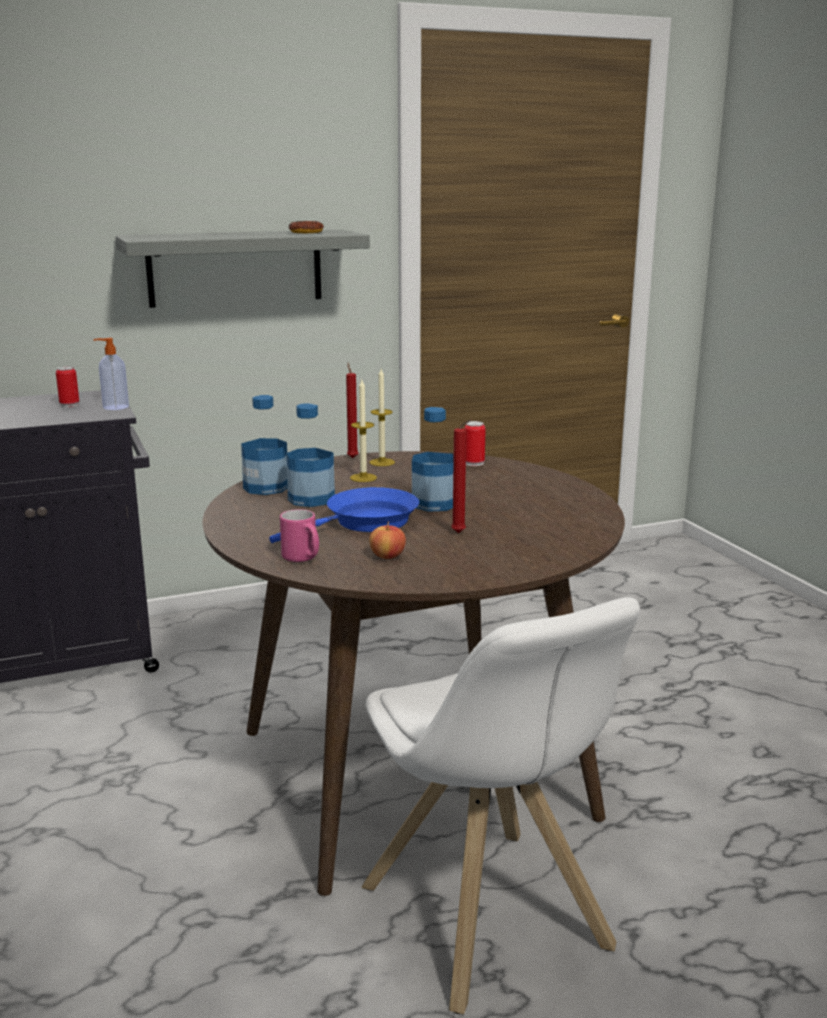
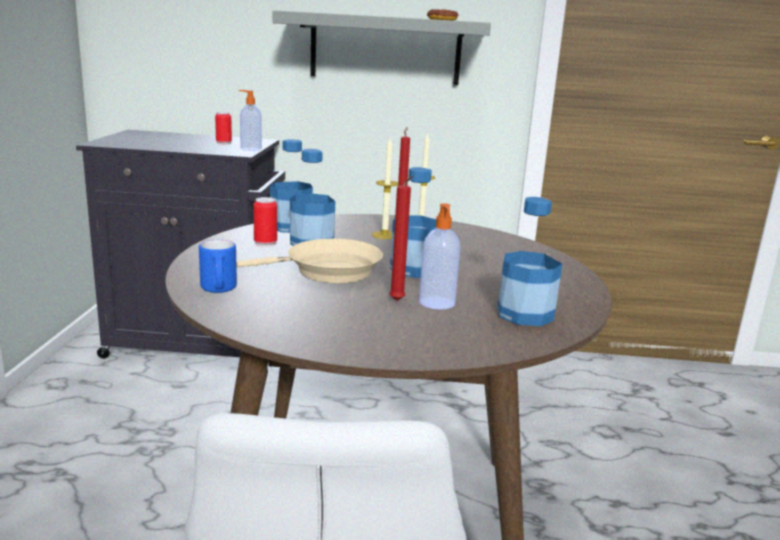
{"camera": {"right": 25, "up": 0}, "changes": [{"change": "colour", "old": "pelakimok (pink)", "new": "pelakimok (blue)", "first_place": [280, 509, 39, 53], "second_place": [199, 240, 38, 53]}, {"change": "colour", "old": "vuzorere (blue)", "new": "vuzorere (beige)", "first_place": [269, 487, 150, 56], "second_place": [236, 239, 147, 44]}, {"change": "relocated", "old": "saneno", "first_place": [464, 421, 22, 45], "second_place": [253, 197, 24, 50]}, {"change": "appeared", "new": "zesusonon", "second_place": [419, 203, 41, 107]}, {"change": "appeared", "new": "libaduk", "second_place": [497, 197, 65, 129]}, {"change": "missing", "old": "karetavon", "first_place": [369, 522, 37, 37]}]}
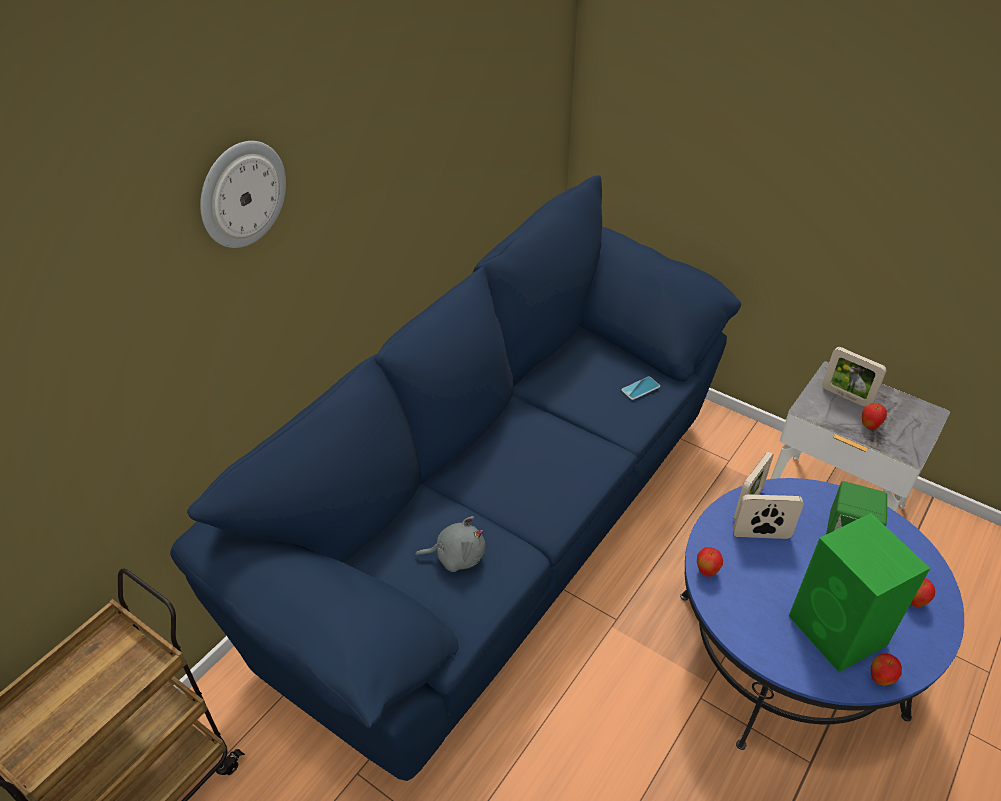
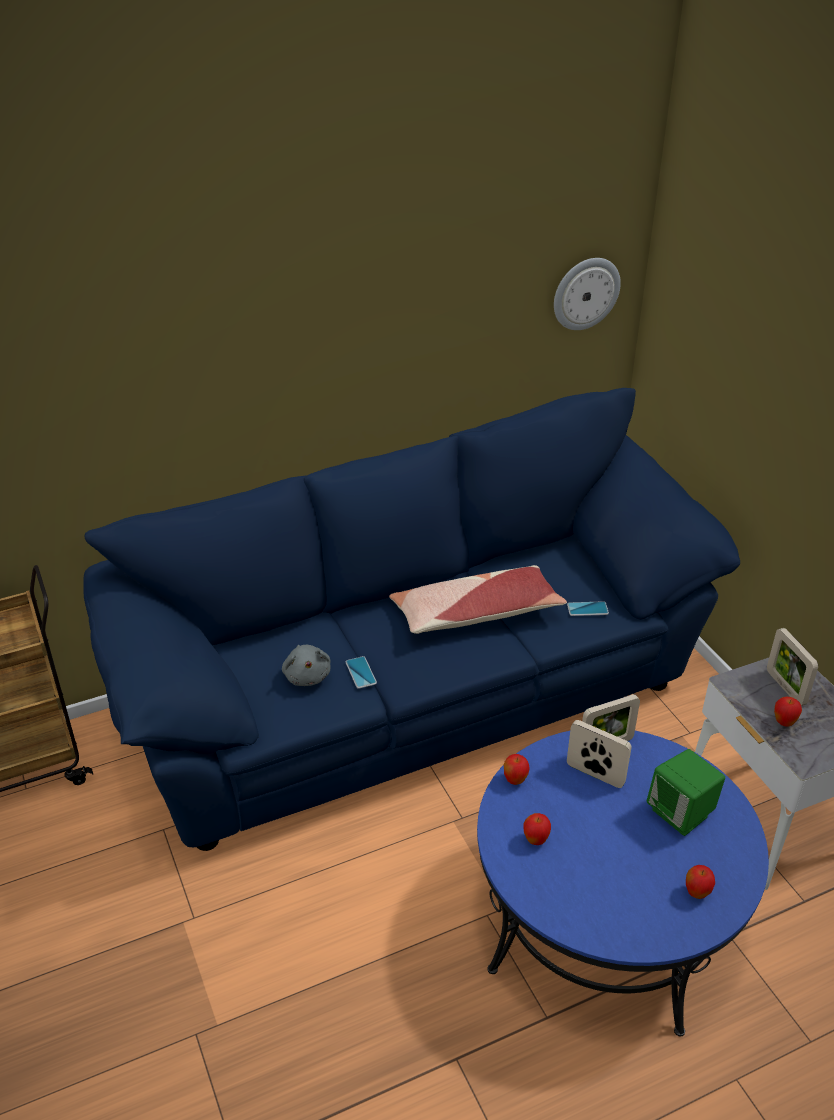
{"camera": {"right": 30, "up": -5}, "changes": [{"change": "spun", "old": "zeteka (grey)", "first_place": [415, 516, 70, 56], "second_place": [282, 645, 49, 41], "degrees": 45}, {"change": "appeared", "new": "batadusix", "second_place": [346, 656, 31, 33]}, {"change": "appeared", "new": "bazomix", "second_place": [389, 565, 178, 69]}, {"change": "relocated", "old": "karetavon", "first_place": [871, 653, 31, 33], "second_place": [523, 813, 28, 32]}, {"change": "relocated", "old": "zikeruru", "first_place": [200, 141, 86, 107], "second_place": [554, 258, 67, 72]}, {"change": "missing", "old": "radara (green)", "first_place": [789, 513, 141, 159]}]}
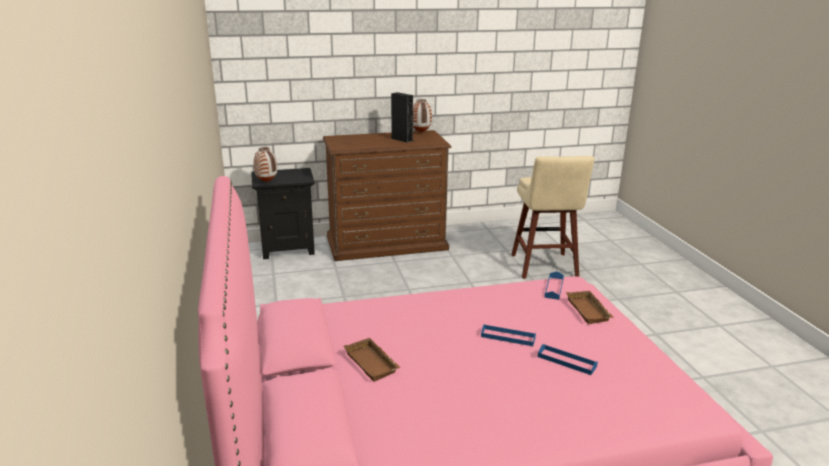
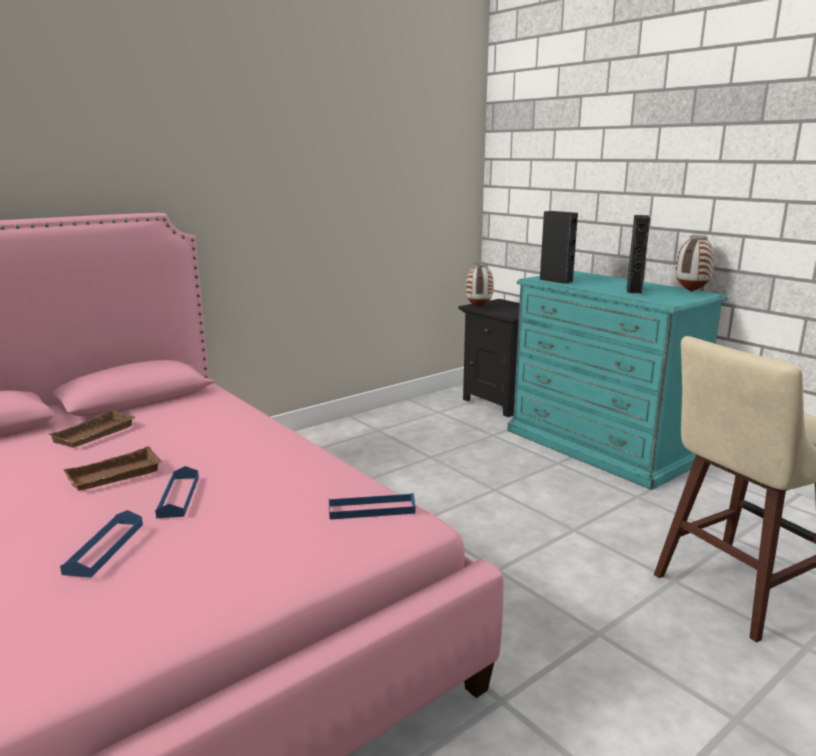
{"camera": {"right": 65, "up": -5}, "changes": [{"change": "relocated", "old": "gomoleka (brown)", "first_place": [566, 291, 48, 33], "second_place": [63, 446, 99, 45]}, {"change": "colour", "old": "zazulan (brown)", "new": "zazulan (turquoise)", "first_place": [323, 130, 128, 131], "second_place": [507, 271, 221, 219]}, {"change": "appeared", "new": "radara (black)", "second_place": [539, 211, 39, 73]}]}
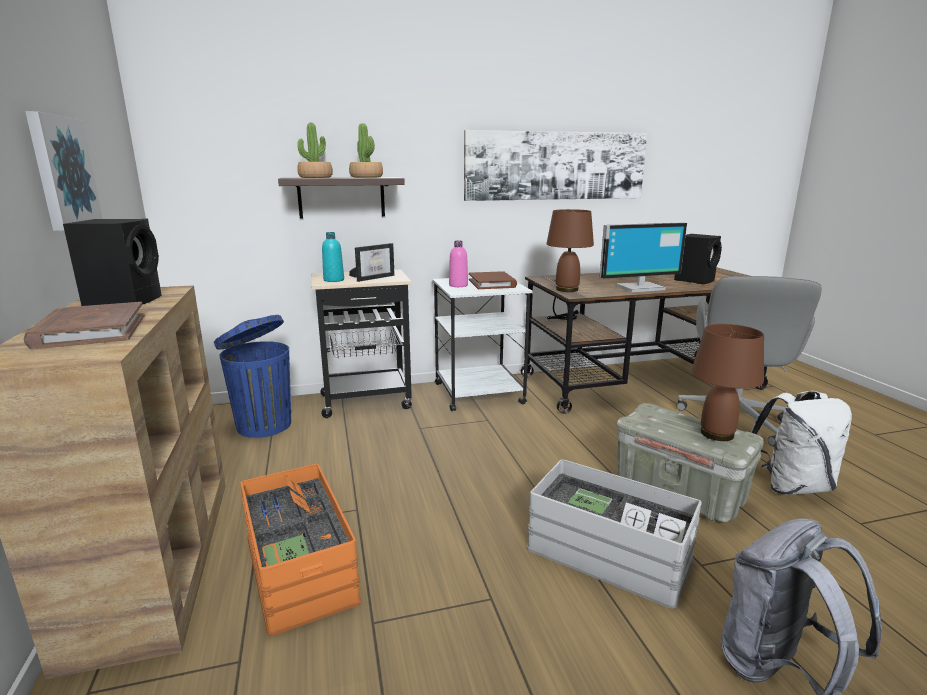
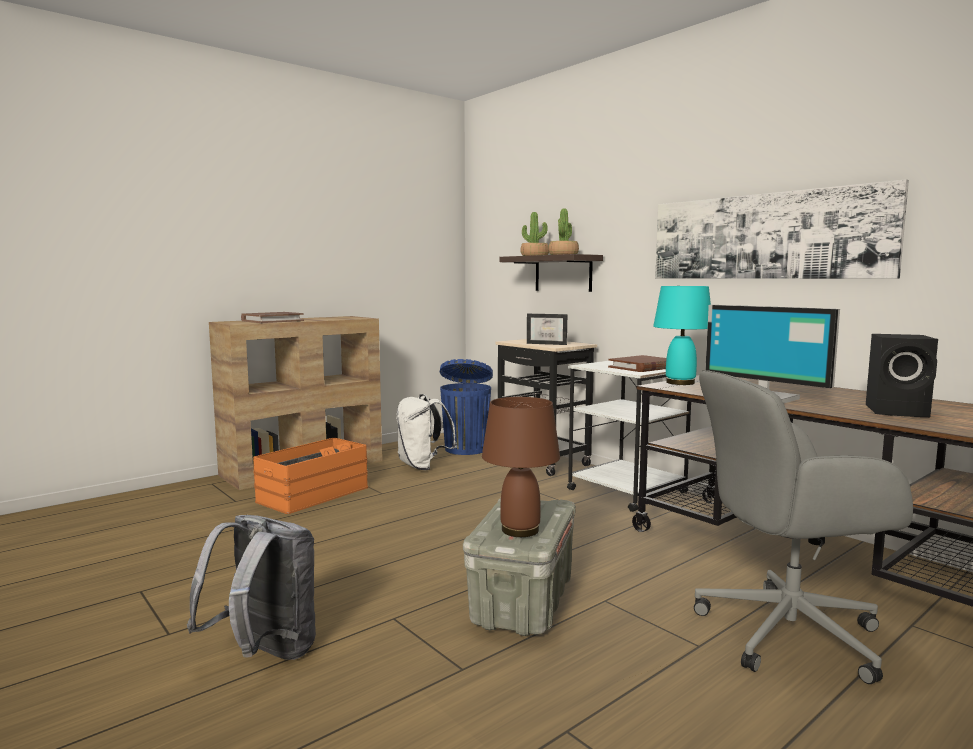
{"camera": {"right": 65, "up": -10}, "changes": [{"change": "relocated", "old": "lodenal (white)", "first_place": [751, 390, 101, 105], "second_place": [396, 394, 61, 76]}, {"change": "colour", "old": "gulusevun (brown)", "new": "gulusevun (turquoise)", "first_place": [546, 209, 48, 83], "second_place": [653, 286, 58, 99]}, {"change": "missing", "old": "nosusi", "first_place": [25, 111, 78, 120]}, {"change": "missing", "old": "radara (black)", "first_place": [63, 219, 99, 87]}, {"change": "missing", "old": "libaduk (turquoise)", "first_place": [322, 232, 22, 50]}, {"change": "missing", "old": "libaduk (pink)", "first_place": [449, 241, 19, 46]}, {"change": "missing", "old": "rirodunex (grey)", "first_place": [527, 459, 175, 150]}]}
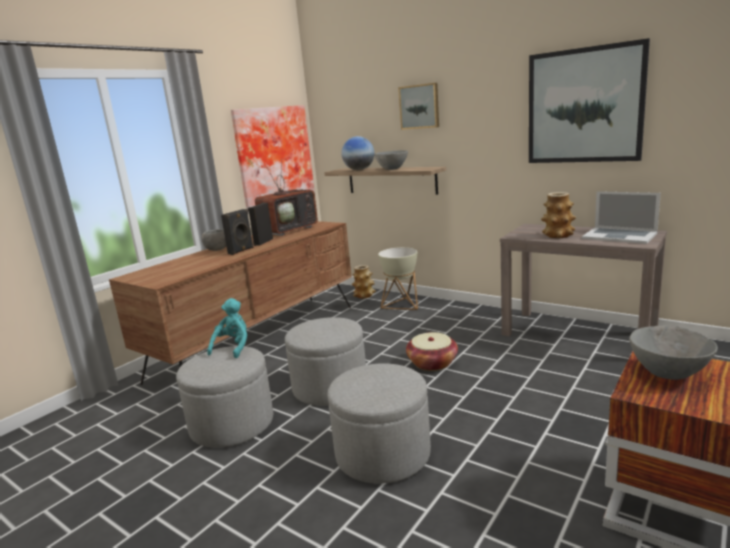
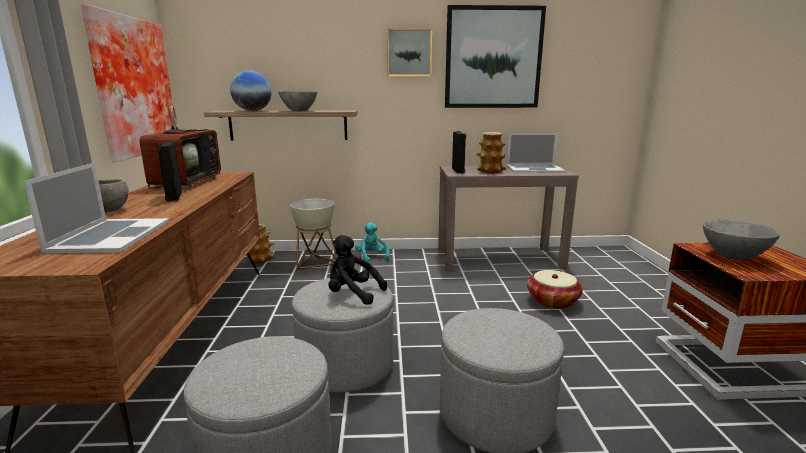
{"camera": {"right": -40, "up": 0}, "changes": [{"change": "appeared", "new": "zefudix", "second_place": [24, 163, 145, 90]}, {"change": "appeared", "new": "zeteka (black)", "second_place": [328, 235, 59, 70]}, {"change": "relocated", "old": "zeteka (turquoise)", "first_place": [207, 298, 40, 60], "second_place": [355, 222, 34, 41]}, {"change": "relocated", "old": "nosusi", "first_place": [398, 83, 41, 47], "second_place": [387, 28, 45, 48]}, {"change": "relocated", "old": "radara (black)", "first_place": [221, 209, 33, 46], "second_place": [452, 131, 14, 42]}, {"change": "relocated", "old": "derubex", "first_place": [406, 332, 52, 39], "second_place": [527, 270, 56, 39]}]}
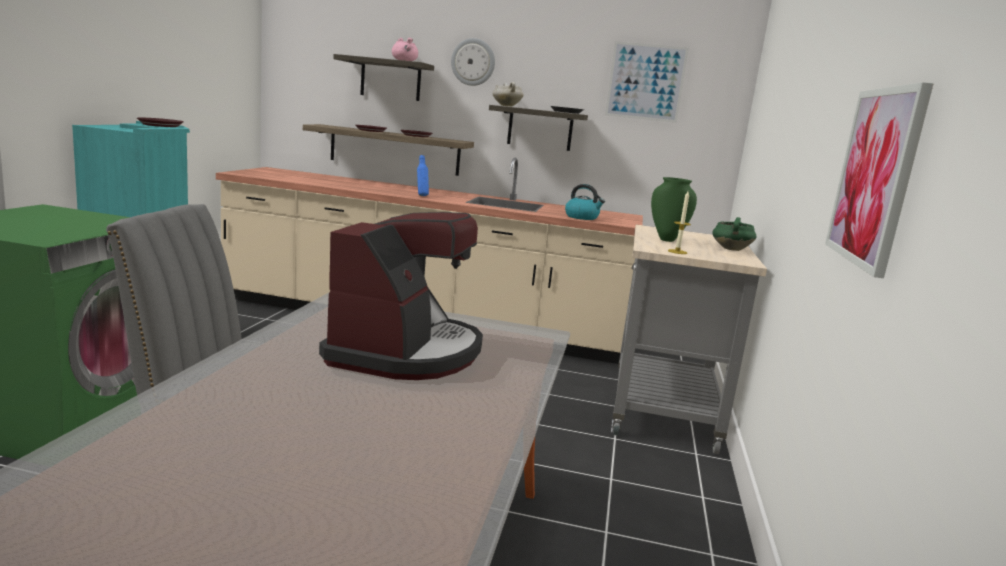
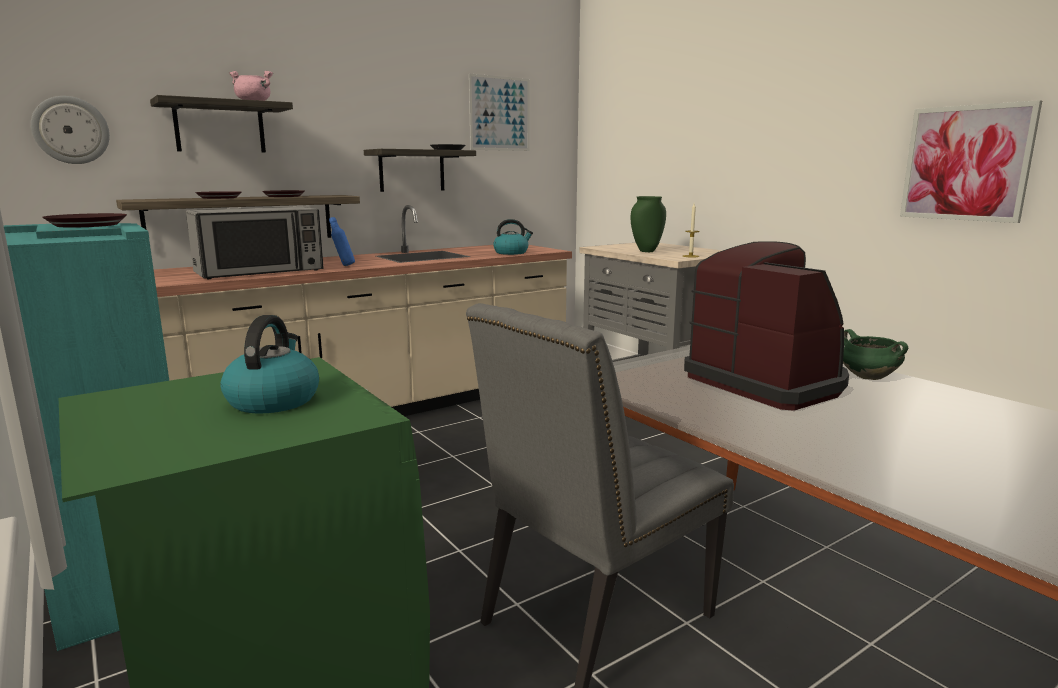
{"camera": {"right": -45, "up": 0}, "changes": [{"change": "relocated", "old": "zikeruru", "first_place": [451, 38, 44, 48], "second_place": [31, 96, 79, 68]}, {"change": "appeared", "new": "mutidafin", "second_place": [186, 207, 138, 72]}, {"change": "appeared", "new": "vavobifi", "second_place": [220, 315, 99, 99]}, {"change": "relocated", "old": "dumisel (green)", "first_place": [712, 217, 45, 34], "second_place": [843, 329, 65, 51]}, {"change": "missing", "old": "dumisel (white)", "first_place": [492, 82, 32, 25]}]}
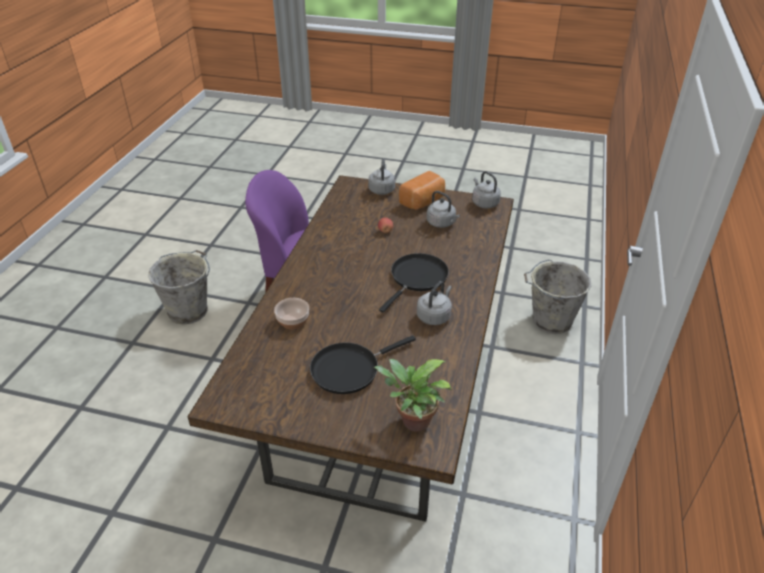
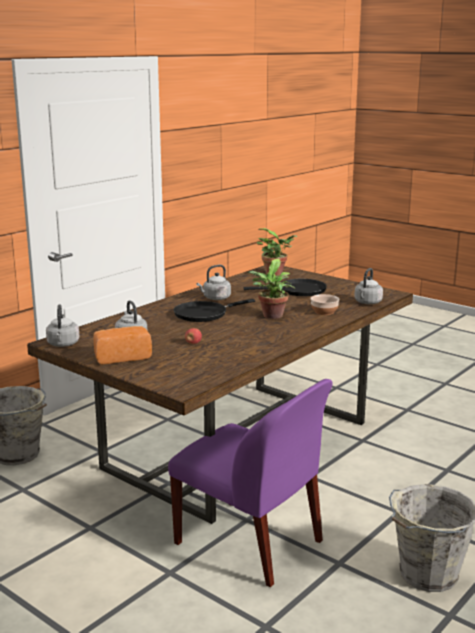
{"camera": {"right": -155, "up": -20}, "changes": [{"change": "appeared", "new": "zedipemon", "second_place": [248, 259, 47, 60]}, {"change": "relocated", "old": "vavobifi (grey)", "first_place": [368, 158, 27, 37], "second_place": [354, 268, 29, 36]}]}
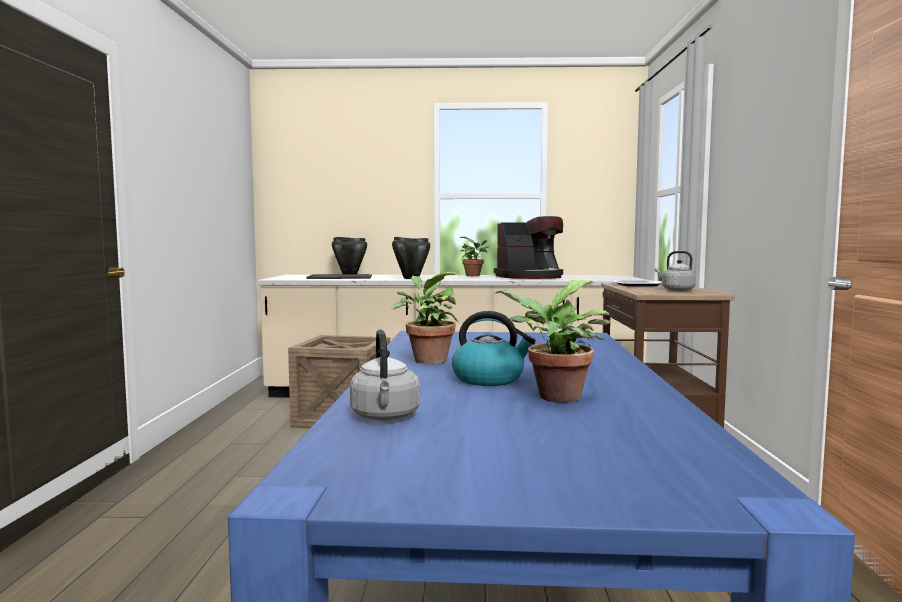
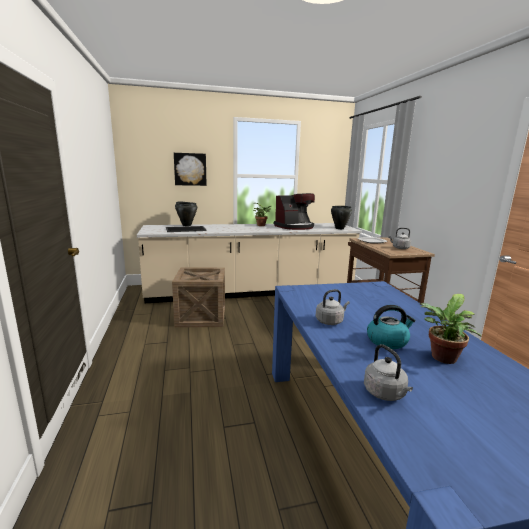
{"camera": {"right": -15, "up": 10}, "changes": [{"change": "appeared", "new": "nosusi", "second_place": [174, 153, 33, 33]}, {"change": "exchanged", "old": "zedipemon", "new": "vavobifi (grey)", "first_place": [392, 271, 67, 93], "second_place": [316, 289, 34, 36]}, {"change": "relocated", "old": "dumisel (black)", "first_place": [392, 237, 38, 42], "second_place": [331, 206, 21, 23]}]}
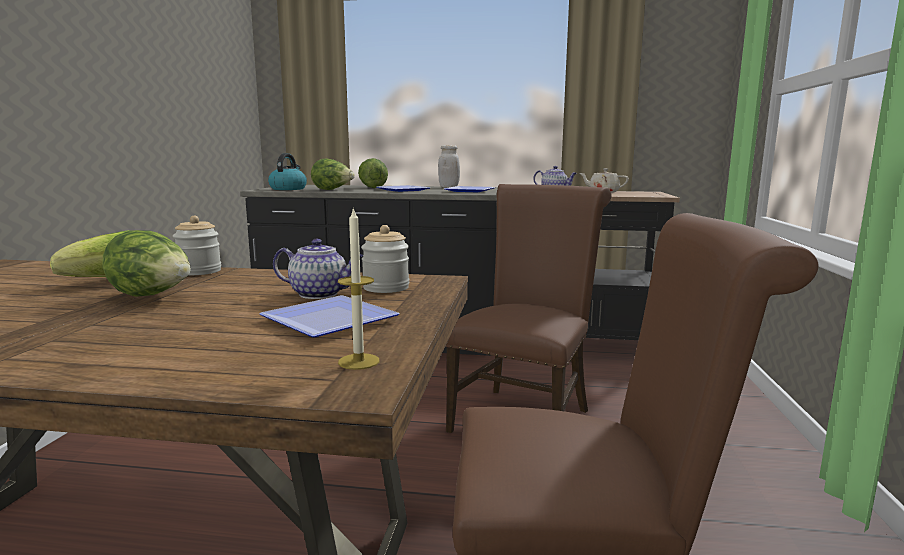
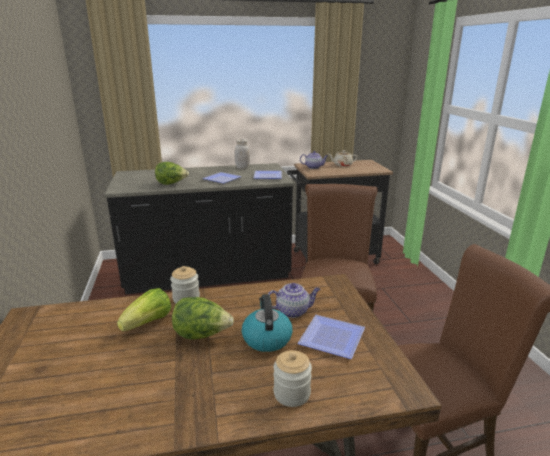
{"camera": {"right": -20, "up": 10}, "changes": [{"change": "relocated", "old": "vavobifi", "first_place": [268, 153, 39, 37], "second_place": [242, 294, 51, 58]}, {"change": "relocated", "old": "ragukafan", "first_place": [361, 225, 48, 68], "second_place": [274, 350, 38, 57]}, {"change": "missing", "old": "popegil", "first_place": [338, 207, 41, 163]}, {"change": "missing", "old": "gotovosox", "first_place": [358, 158, 30, 30]}]}
